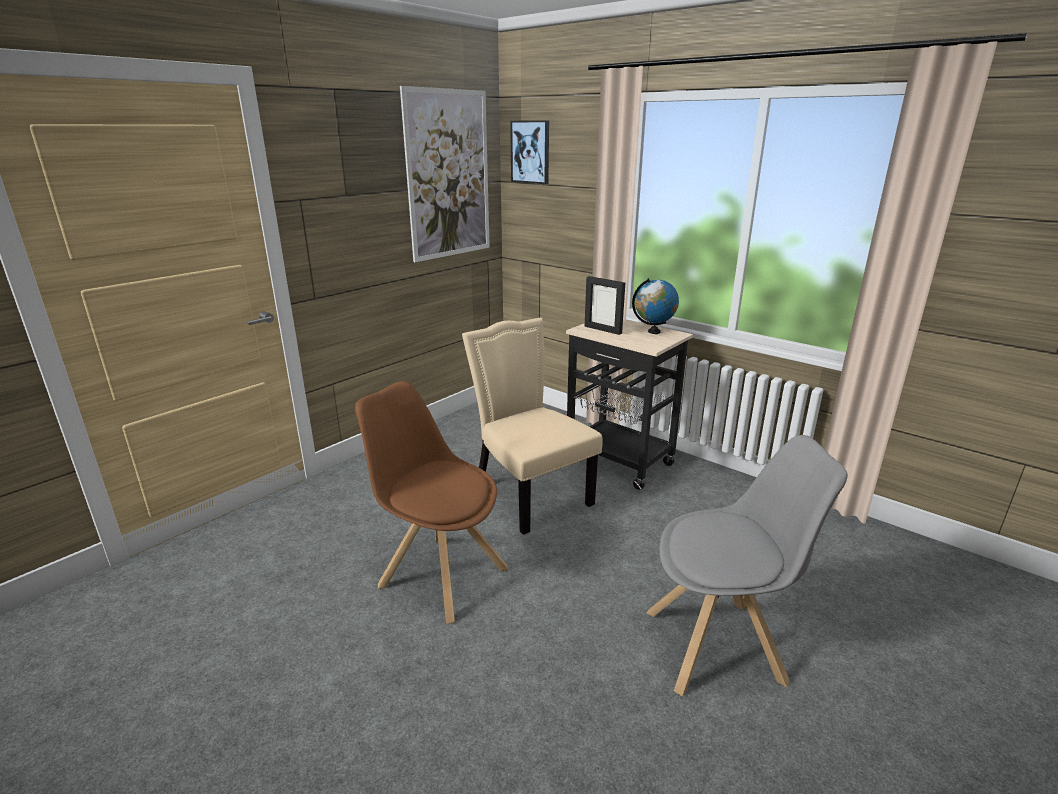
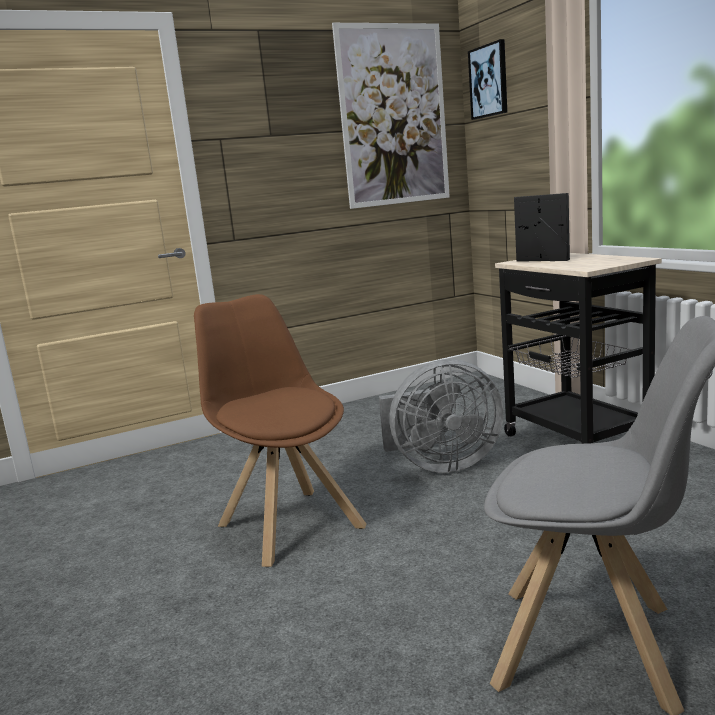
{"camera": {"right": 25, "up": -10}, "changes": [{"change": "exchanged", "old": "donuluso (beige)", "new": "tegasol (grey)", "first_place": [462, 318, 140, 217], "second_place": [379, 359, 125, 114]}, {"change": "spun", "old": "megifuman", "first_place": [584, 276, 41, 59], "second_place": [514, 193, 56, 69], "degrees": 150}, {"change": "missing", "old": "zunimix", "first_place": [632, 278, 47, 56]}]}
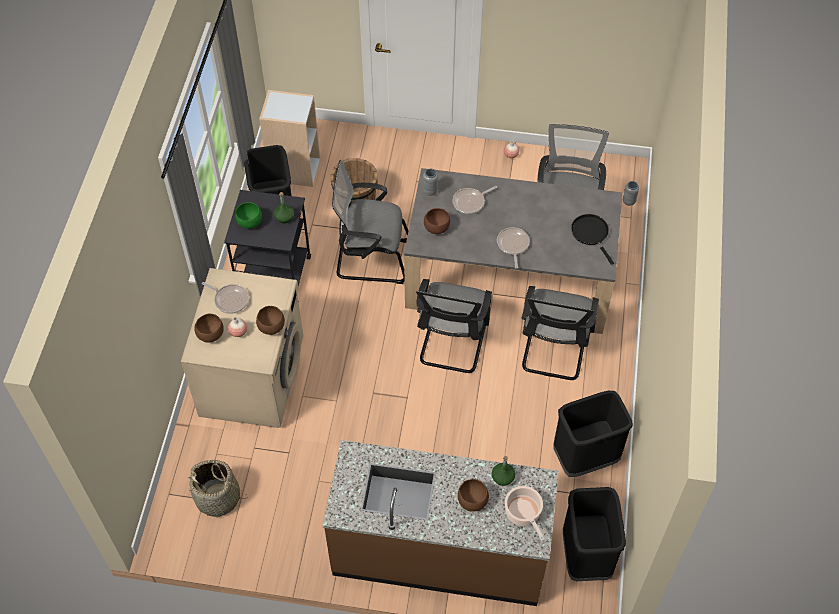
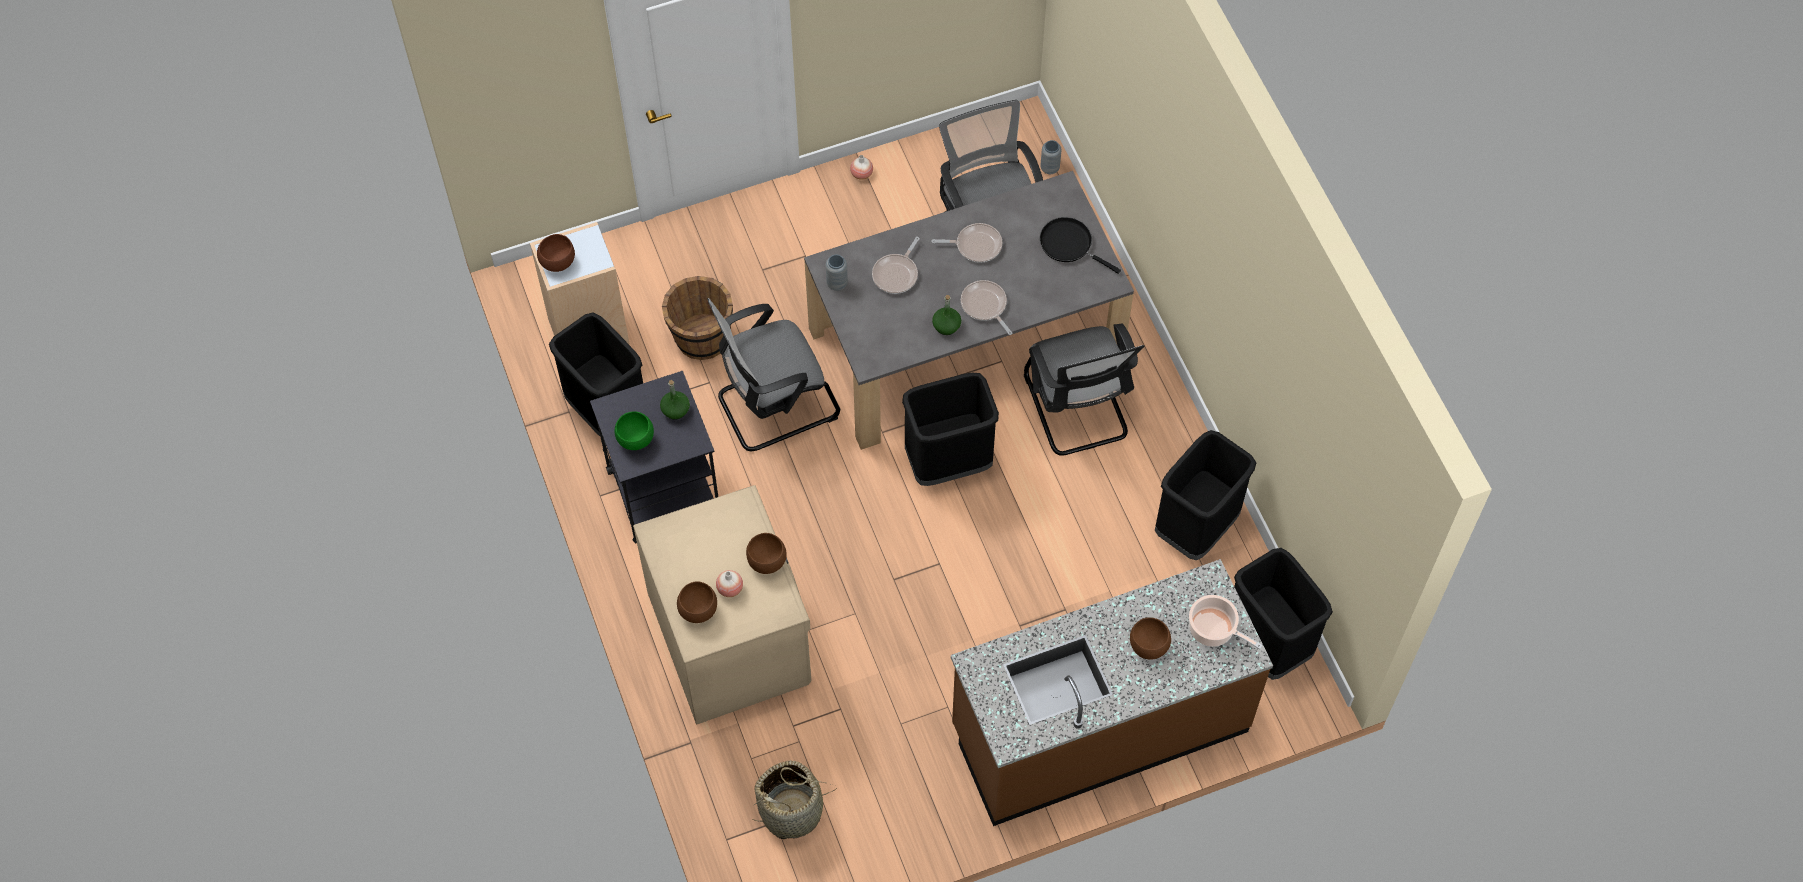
{"camera": {"right": -30, "up": 5}, "changes": [{"change": "relocated", "old": "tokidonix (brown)", "first_place": [424, 208, 26, 26], "second_place": [537, 234, 38, 38]}, {"change": "exchanged", "old": "donuluso", "new": "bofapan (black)", "first_place": [416, 279, 76, 94], "second_place": [902, 373, 97, 113]}, {"change": "relocated", "old": "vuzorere", "first_place": [202, 282, 47, 32], "second_place": [932, 223, 70, 40]}, {"change": "relocated", "old": "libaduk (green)", "first_place": [492, 456, 23, 30], "second_place": [932, 295, 29, 40]}]}
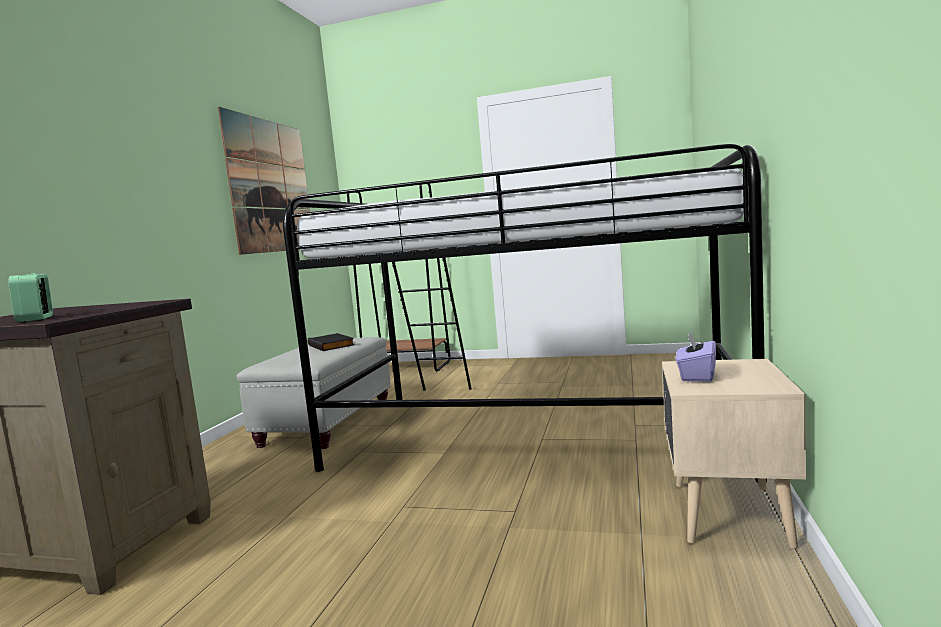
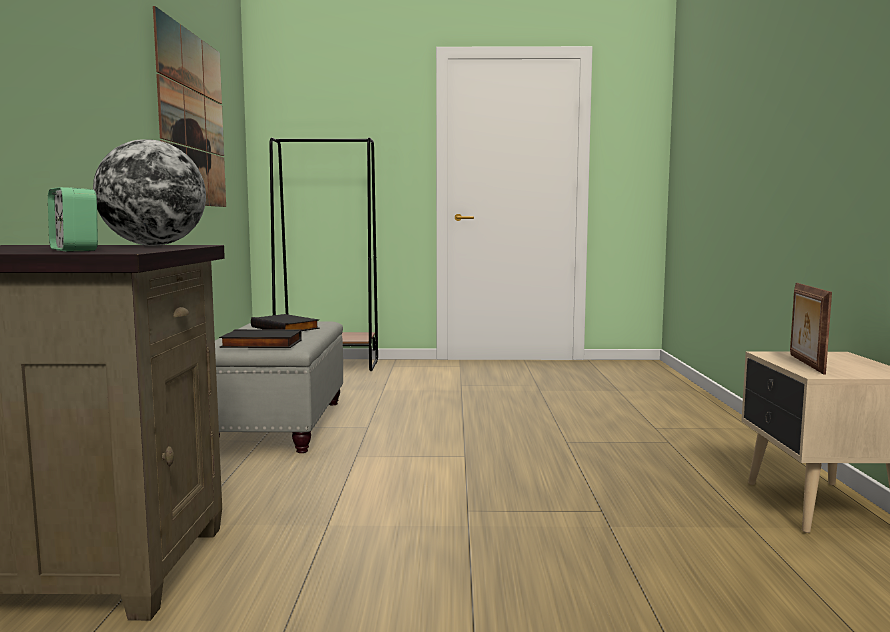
{"camera": {"right": -15, "up": 0}, "changes": [{"change": "appeared", "new": "zunimix", "second_place": [93, 139, 113, 107]}, {"change": "appeared", "new": "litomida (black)", "second_place": [219, 329, 83, 19]}, {"change": "exchanged", "old": "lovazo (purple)", "new": "megifuman", "first_place": [676, 332, 40, 50], "second_place": [790, 283, 42, 92]}, {"change": "missing", "old": "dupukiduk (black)", "first_place": [283, 144, 484, 339]}]}
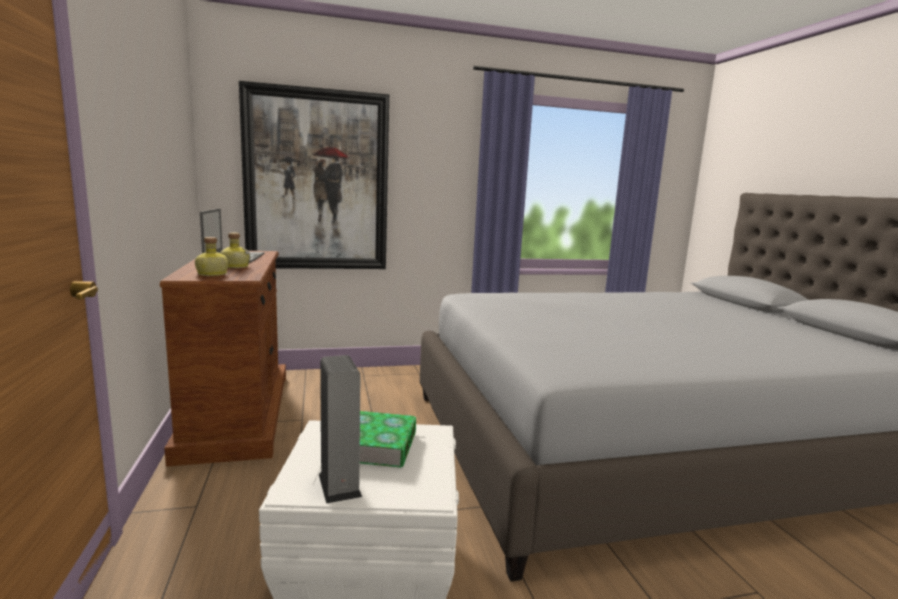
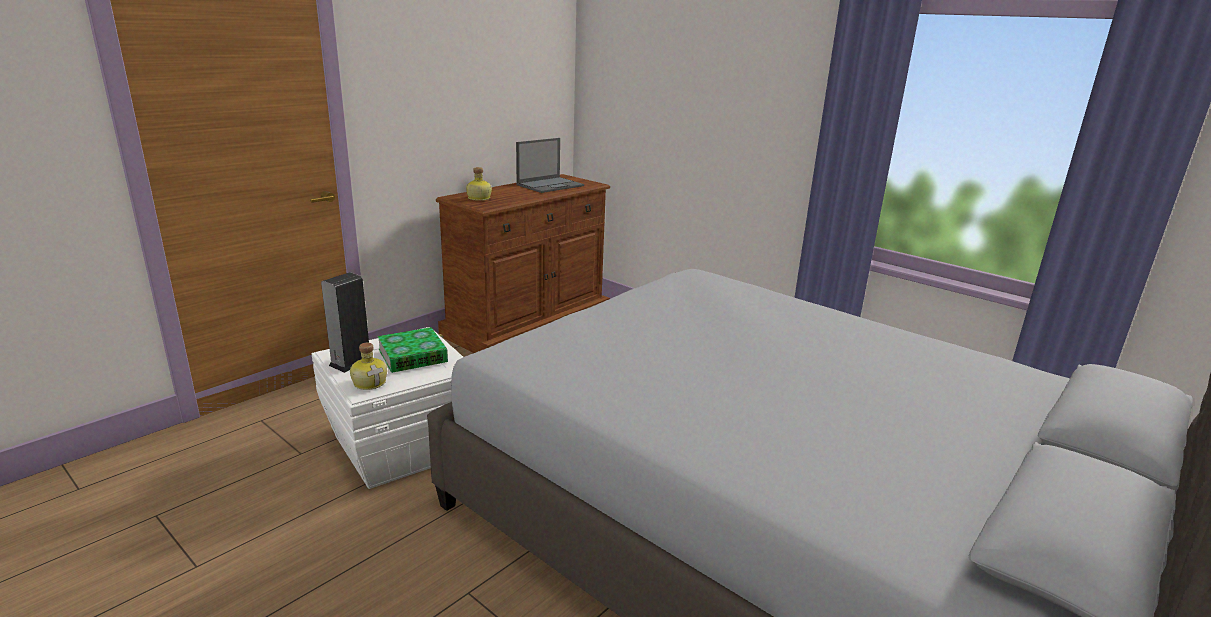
{"camera": {"right": 55, "up": 10}, "changes": [{"change": "relocated", "old": "libaduk", "first_place": [220, 233, 30, 35], "second_place": [350, 343, 37, 47]}, {"change": "missing", "old": "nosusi", "first_place": [239, 81, 150, 188]}]}
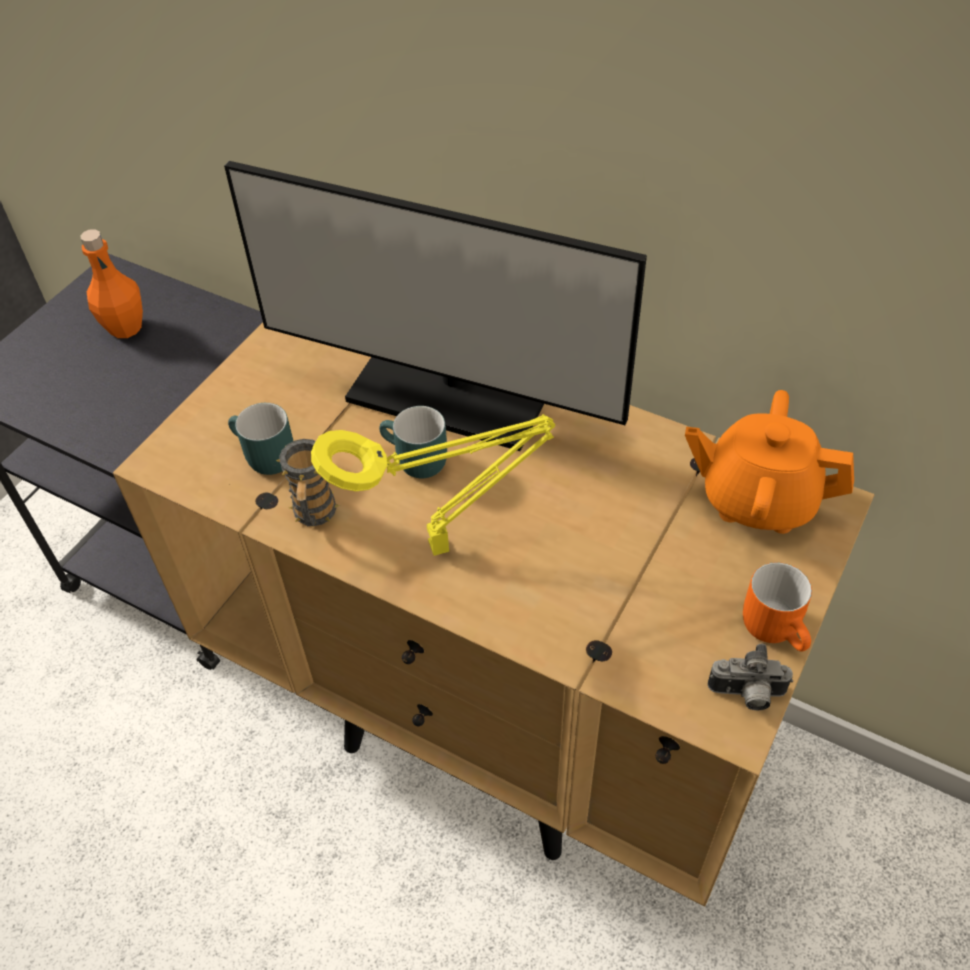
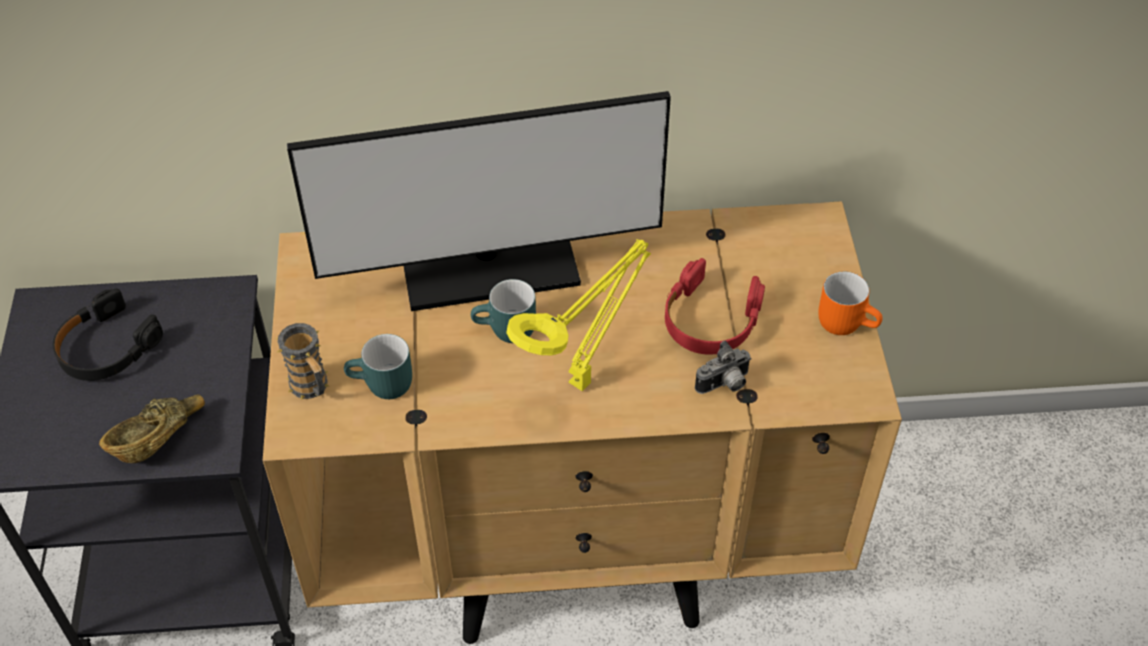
{"camera": {"right": -35, "up": 0}, "changes": [{"change": "exchanged", "old": "libaduk (orange)", "new": "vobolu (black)", "first_place": [80, 229, 63, 109], "second_place": [53, 288, 110, 93]}, {"change": "appeared", "new": "tokidonix (brown)", "second_place": [99, 395, 106, 68]}, {"change": "relocated", "old": "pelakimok", "first_place": [276, 439, 64, 88], "second_place": [275, 323, 54, 77]}, {"change": "appeared", "new": "vobolu (red)", "second_place": [665, 258, 100, 97]}, {"change": "relocated", "old": "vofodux", "first_place": [708, 643, 85, 68], "second_place": [695, 341, 56, 53]}, {"change": "missing", "old": "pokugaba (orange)", "first_place": [685, 390, 169, 144]}]}
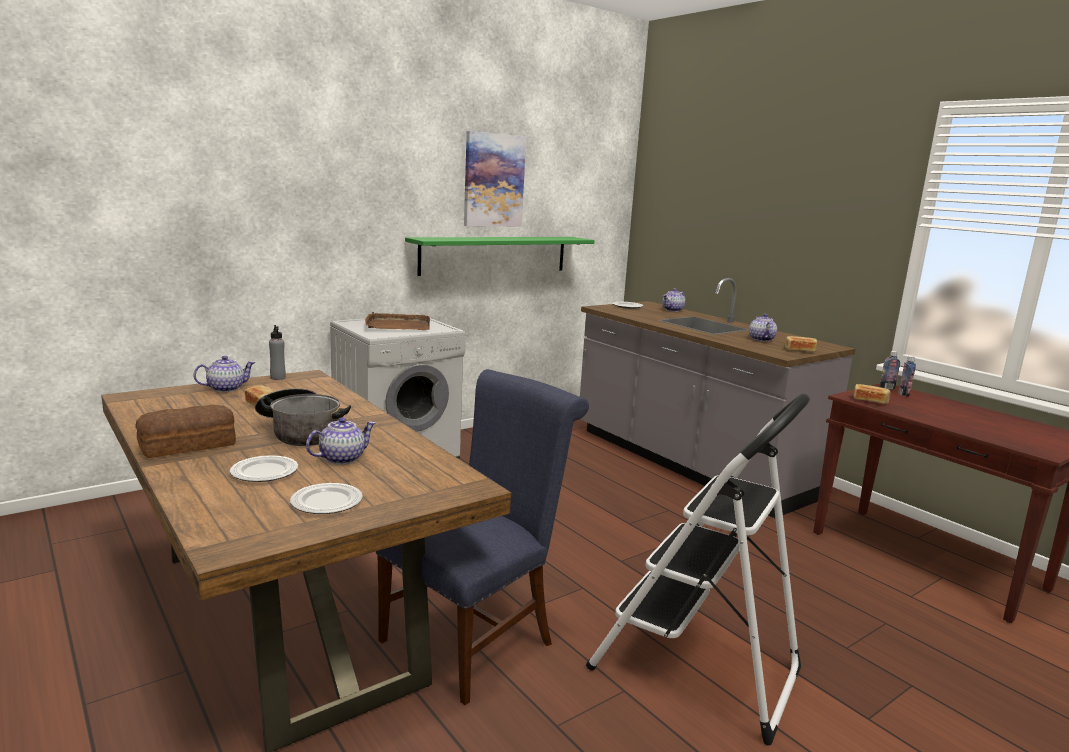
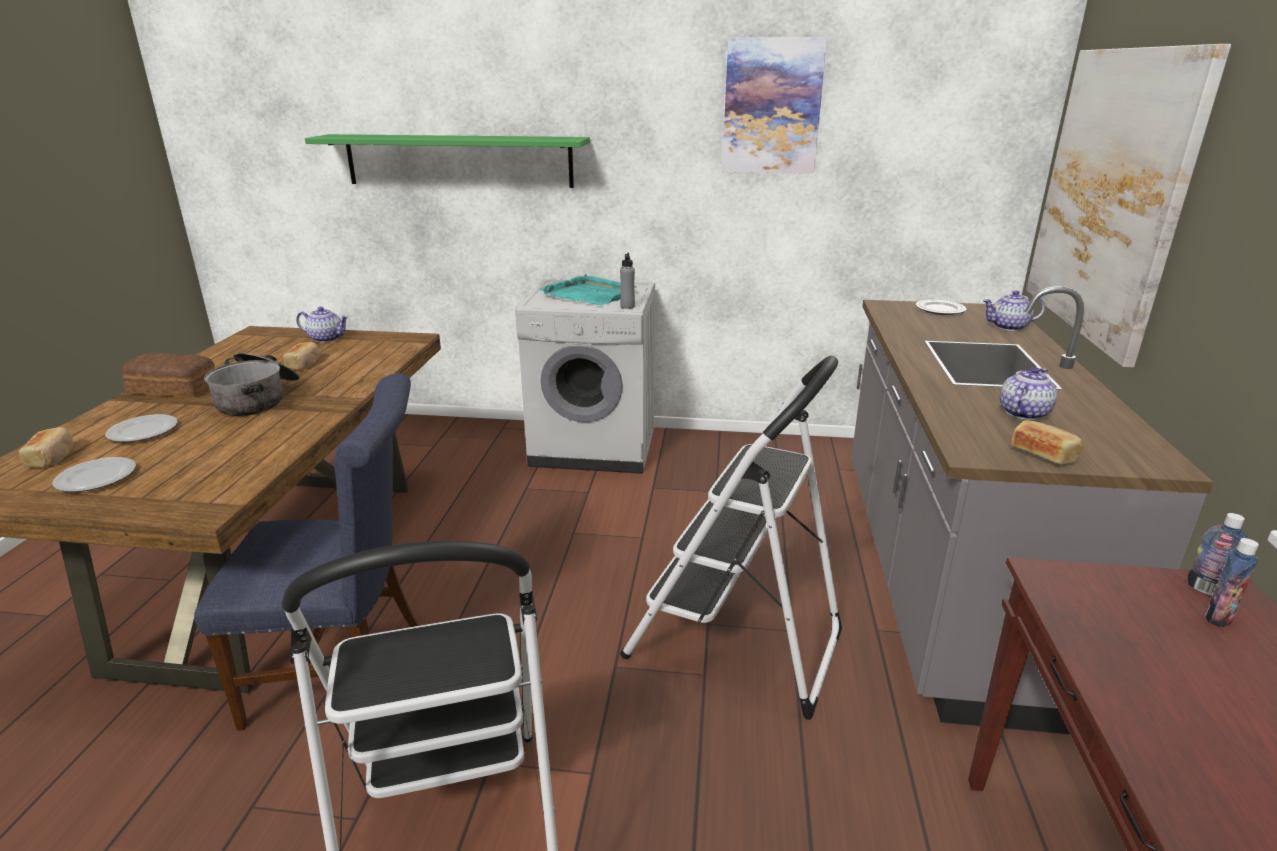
{"camera": {"right": 45, "up": 10}, "changes": [{"change": "relocated", "old": "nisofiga", "first_place": [854, 384, 37, 20], "second_place": [18, 427, 55, 41]}, {"change": "relocated", "old": "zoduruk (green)", "first_place": [405, 237, 190, 39], "second_place": [305, 134, 285, 54]}, {"change": "colour", "old": "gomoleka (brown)", "new": "gomoleka (turquoise)", "first_place": [365, 312, 65, 18], "second_place": [540, 274, 96, 31]}, {"change": "relocated", "old": "libaduk (grey)", "first_place": [269, 325, 17, 55], "second_place": [620, 253, 15, 56]}, {"change": "appeared", "new": "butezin", "second_place": [620, 356, 222, 364]}, {"change": "appeared", "new": "nosusi", "second_place": [1026, 44, 205, 323]}, {"change": "missing", "old": "pokugaba", "first_place": [306, 417, 70, 47]}]}
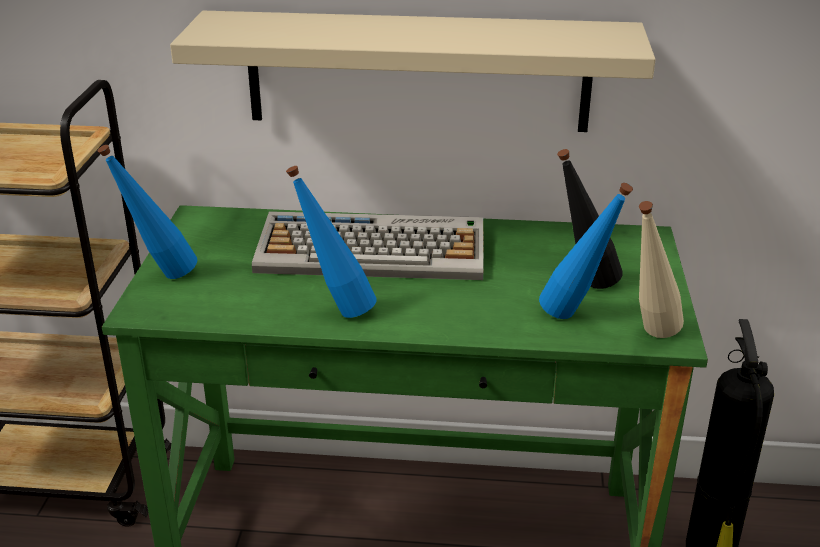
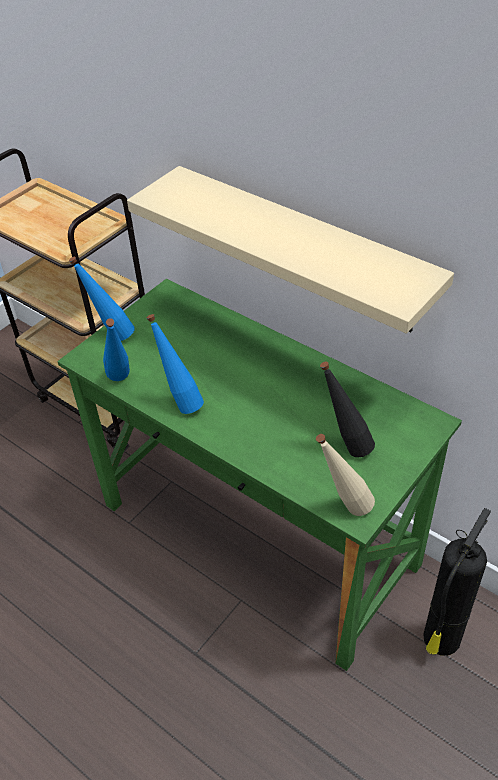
{"camera": {"right": 35, "up": 15}, "changes": [{"change": "relocated", "old": "libaduk (blue)", "first_place": [539, 183, 94, 136], "second_place": [103, 318, 27, 63]}, {"change": "missing", "old": "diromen", "first_place": [252, 211, 232, 69]}]}
